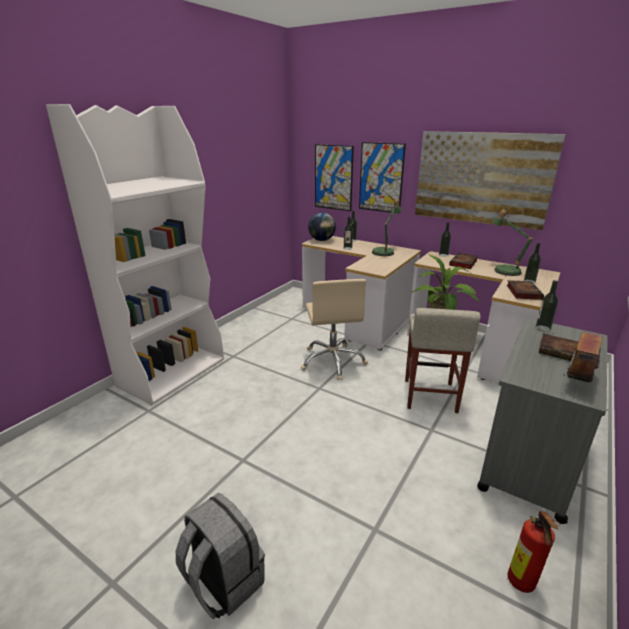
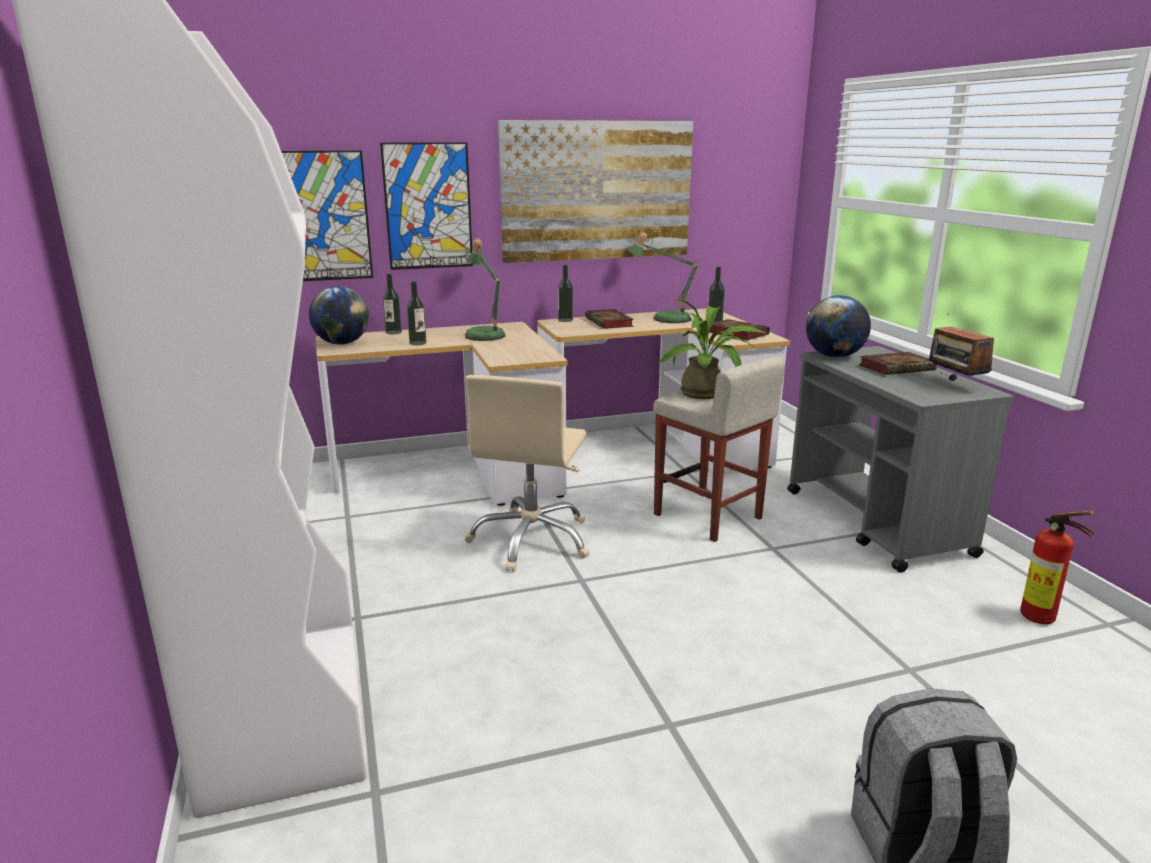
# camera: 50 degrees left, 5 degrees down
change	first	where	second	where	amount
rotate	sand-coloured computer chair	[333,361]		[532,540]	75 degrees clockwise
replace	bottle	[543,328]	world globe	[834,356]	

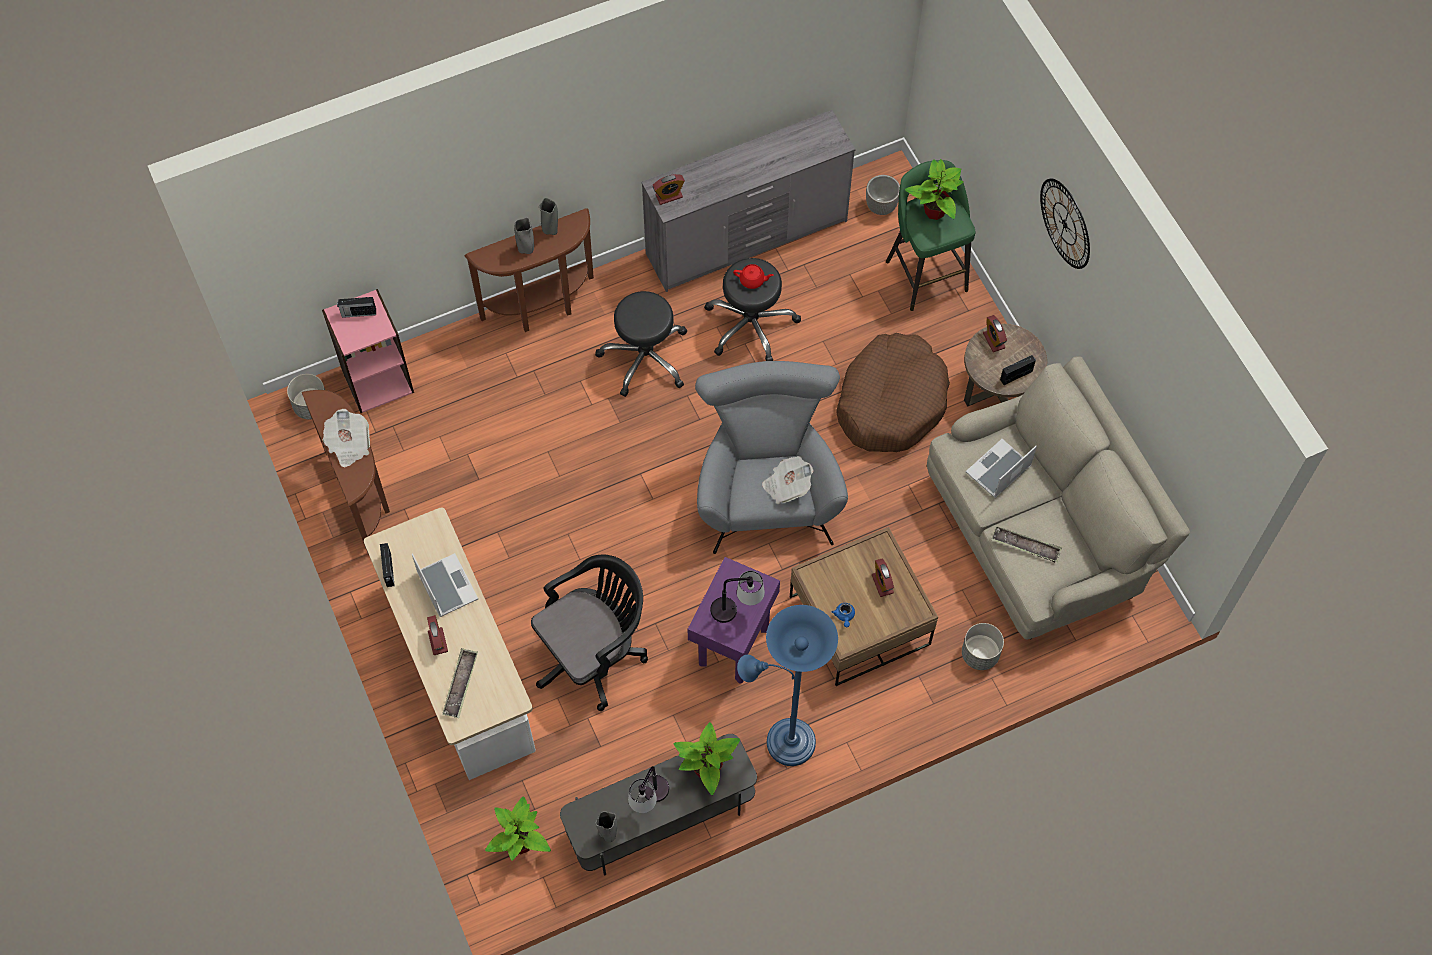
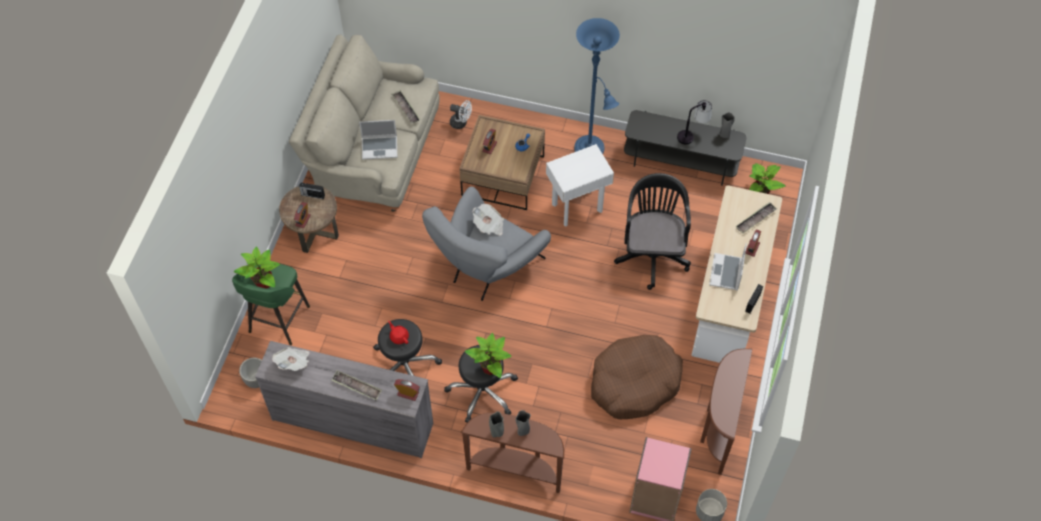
# camera: 140 degrees left, 5 degrees down
change	first	where	second	where	amount
delete	hanging clock	[1065,223]			
delete	radio	[358,313]			
move	brown pet bed	[891,401]		[634,382]	
move	printed paper	[348,444]		[294,363]	
rotate	black-coloured computer chair	[594,653]		[652,253]	90 degrees clockwise
recolor	purple side table	[732,646]	white-coloured side table	[577,208]	
delete	lamp for a table	[736,609]			
replace	grey planter	[980,654]	white-coloured cooling fan	[461,123]	
move	houseplant	[706,770]		[490,368]	
insert			carrying tray	[357,387]	

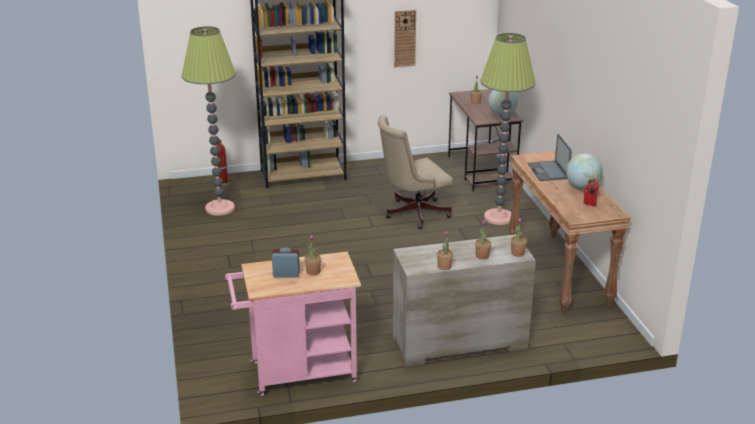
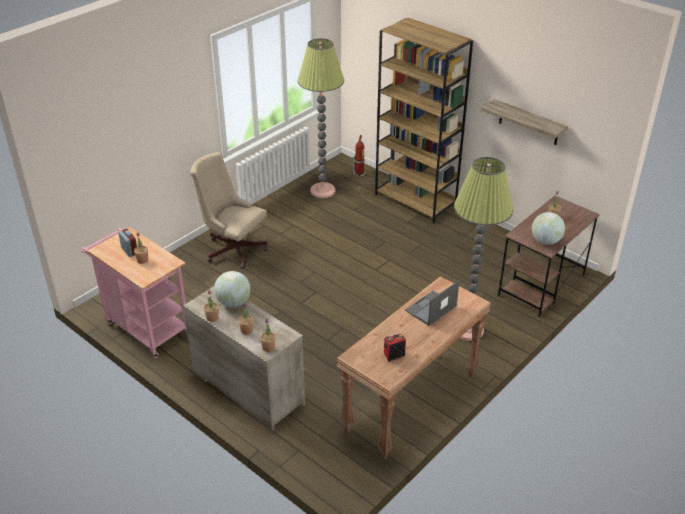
# camera: 55 degrees right, 10 degrees up
change	first	where	second	where	amount
replace	hanging clock	[404,38]	wall shelf	[528,123]	
move	sand-coloured computer chair	[412,213]		[232,248]	
move	world globe	[582,187]		[233,302]	

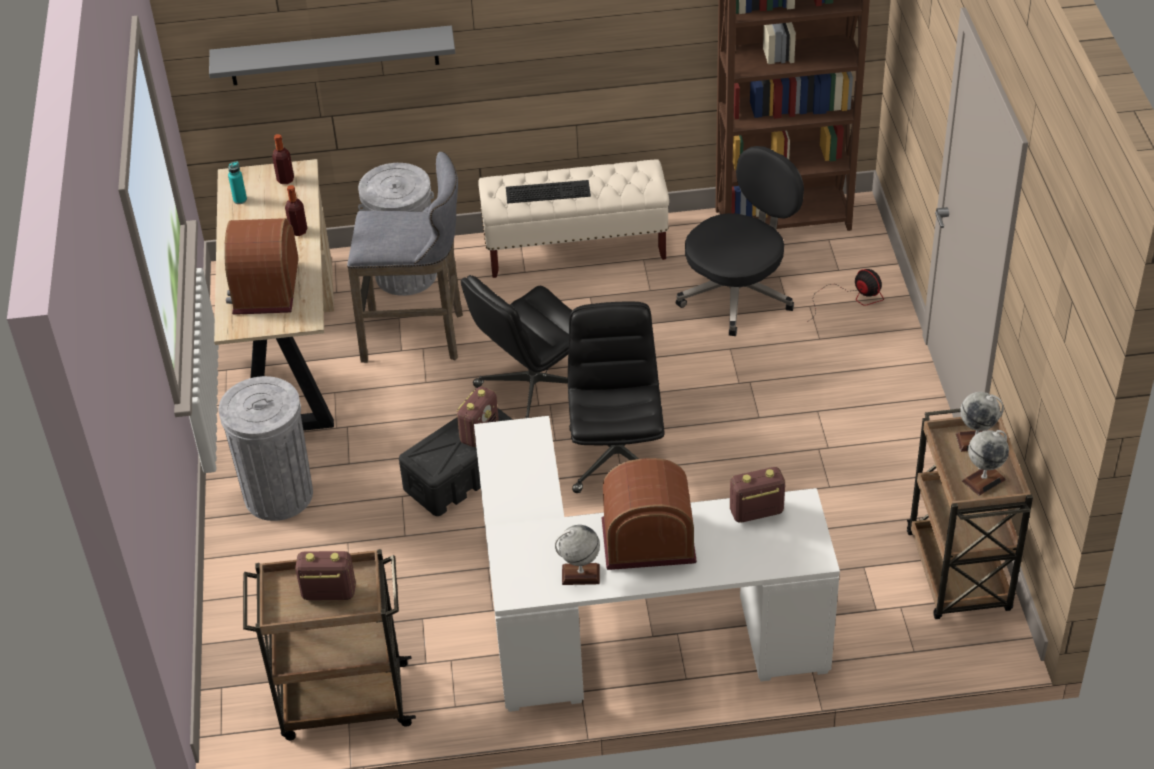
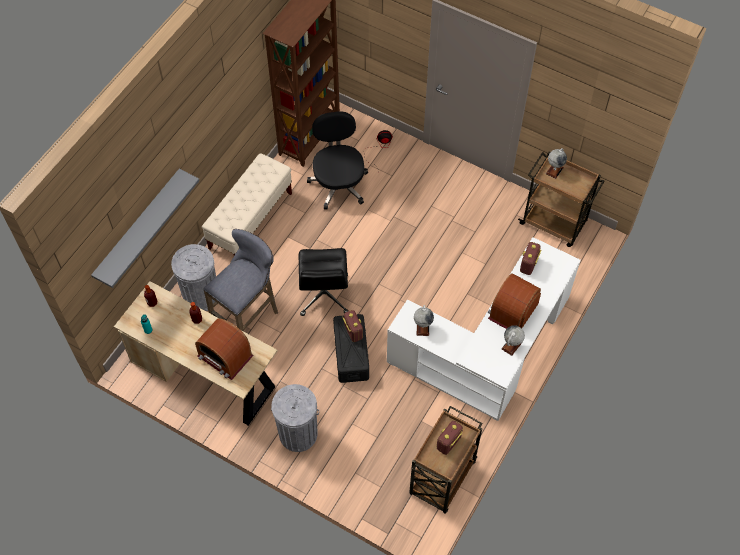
# camera: 55 degrees left, 15 degrees up
change	first	where	second	where	amount
delete	keyboard	[548,191]			
delete	black-coloured computer chair	[616,457]			
move	world globe	[983,480]		[422,327]	

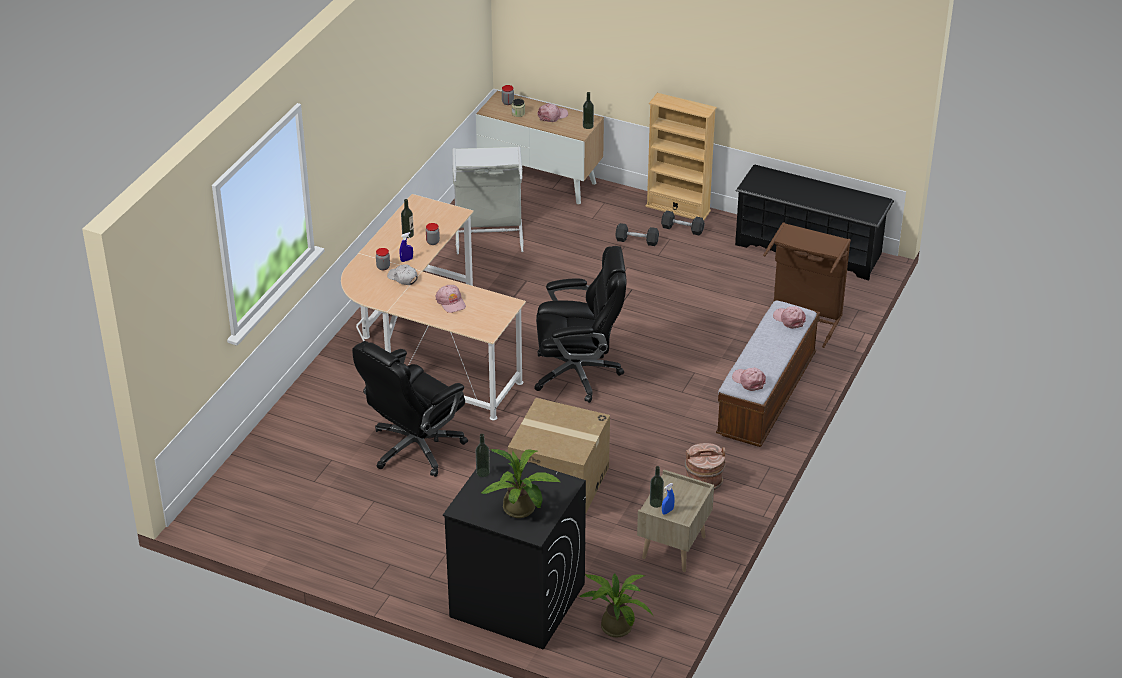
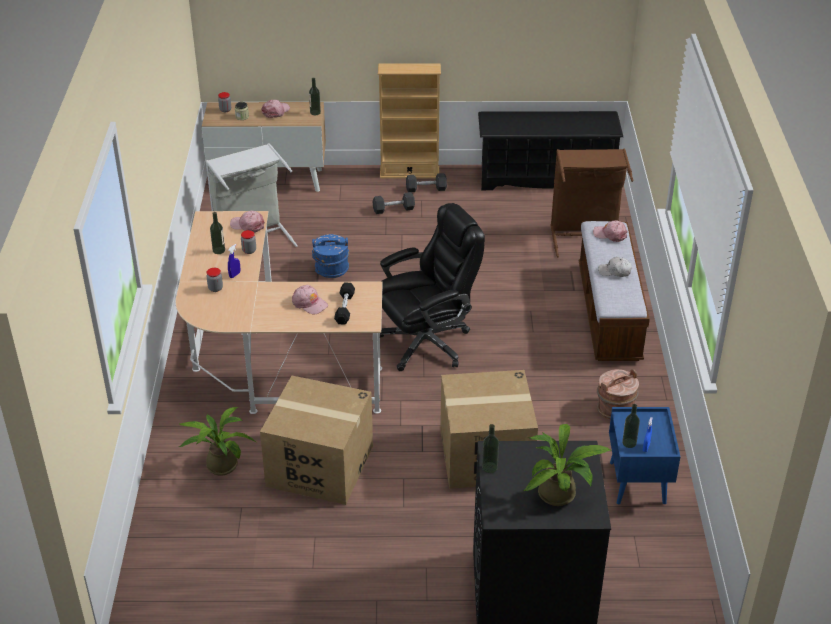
# camera: 25 degrees left, 0 degrees up
change	first	where	second	where	amount
move	white-coloured baseball cap	[403,278]		[614,271]	
replace	black-coloured computer chair	[414,448]	carton	[319,466]	
move	pink baseball cap	[749,381]		[247,225]	
recolor	sand-coloured bedside table	[674,548]	bluish bedside table	[638,483]	
move	houseplant	[614,624]		[219,464]	
insert			bluish pail	[331,269]	
insert			black-coloured dumbbell	[345,308]	

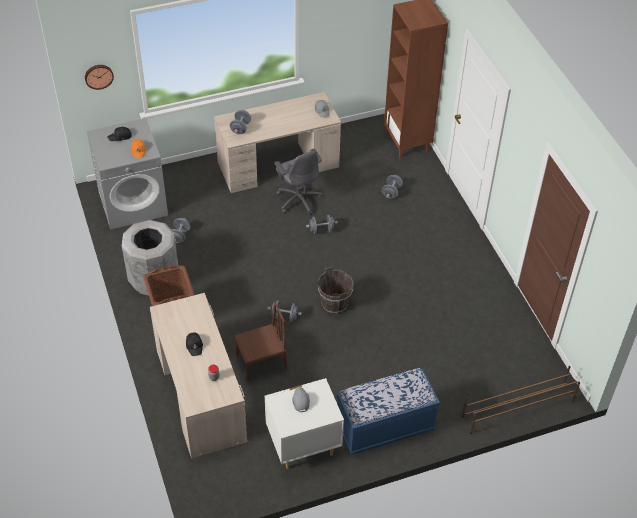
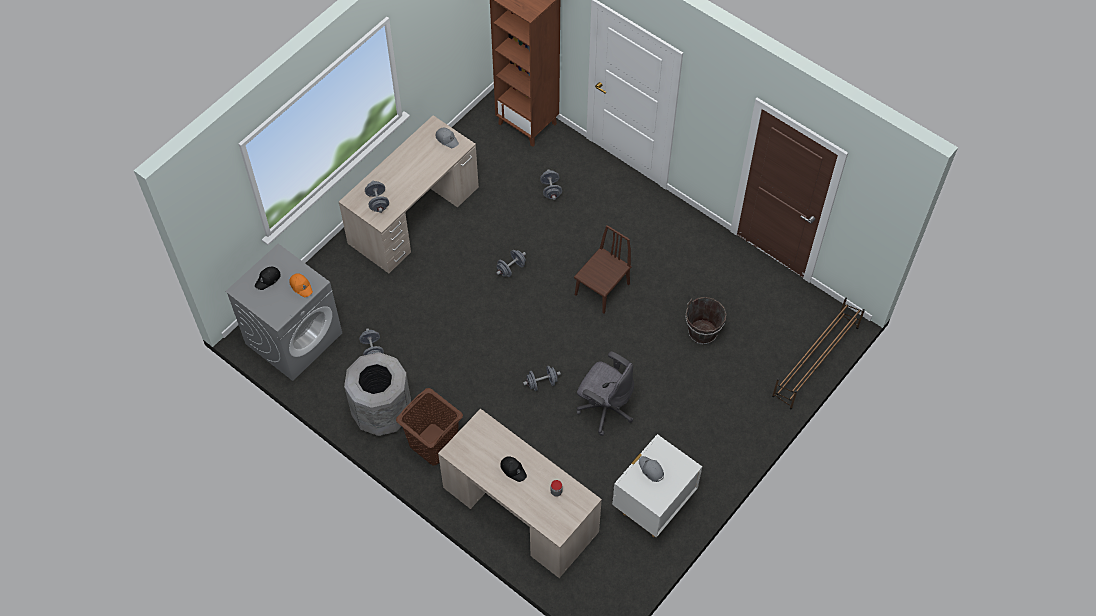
# camera: 30 degrees left, 10 degrees up
change	first	where	second	where	amount
delete	hanging clock	[98,76]			
move	grey computer chair	[298,199]		[605,408]	
move	brown pail	[334,304]		[702,332]	
move	brown plain chair	[261,362]		[602,289]	
delete	bluish long seat	[385,427]			

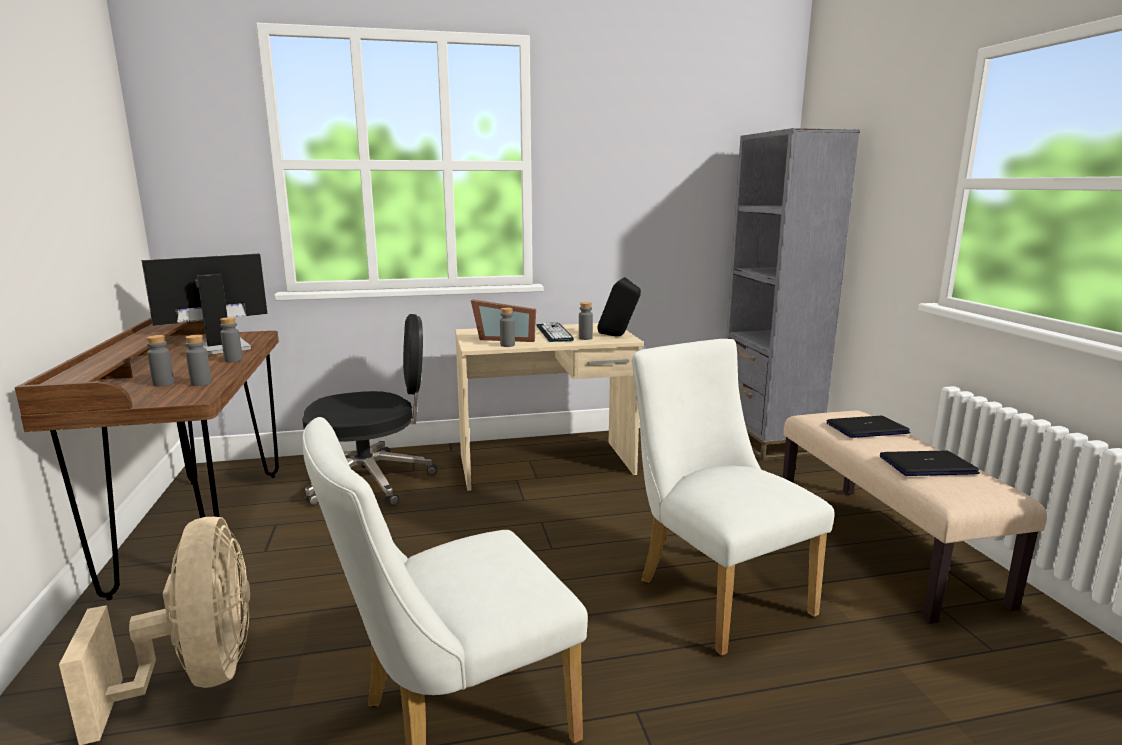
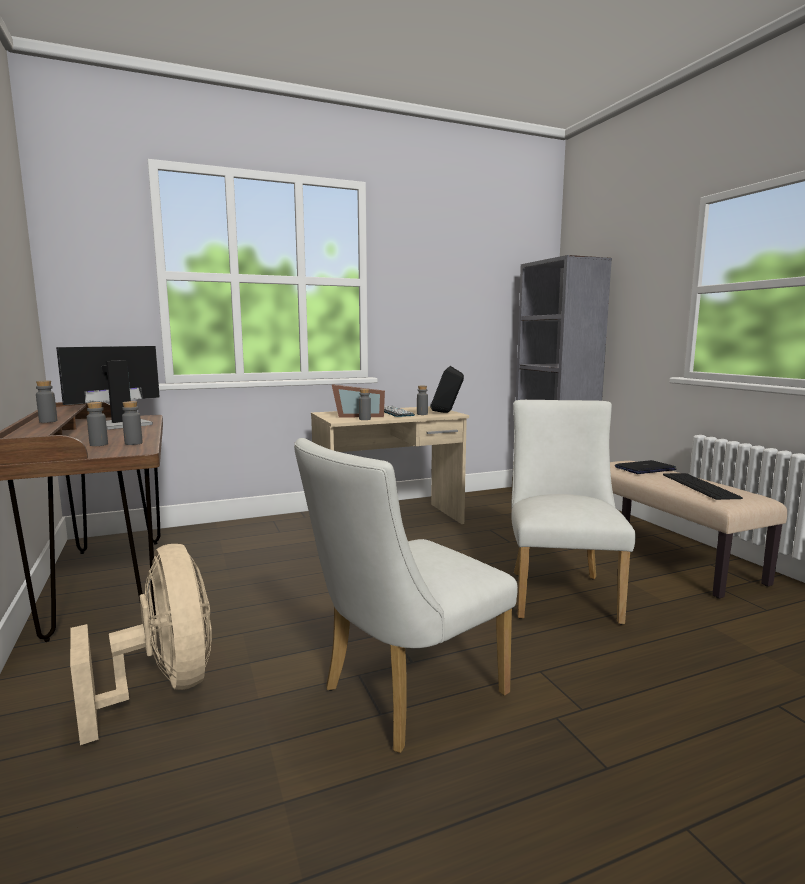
# camera: 10 degrees left, 5 degrees down
change	first	where	second	where	amount
delete	black-coloured computer chair	[372,480]			
move	grey bottle	[233,360]		[48,421]	
rotate	white-coloured plain chair	[715,591]		[560,592]	45 degrees clockwise
replace	notebook computer	[927,465]	keyboard	[699,486]	

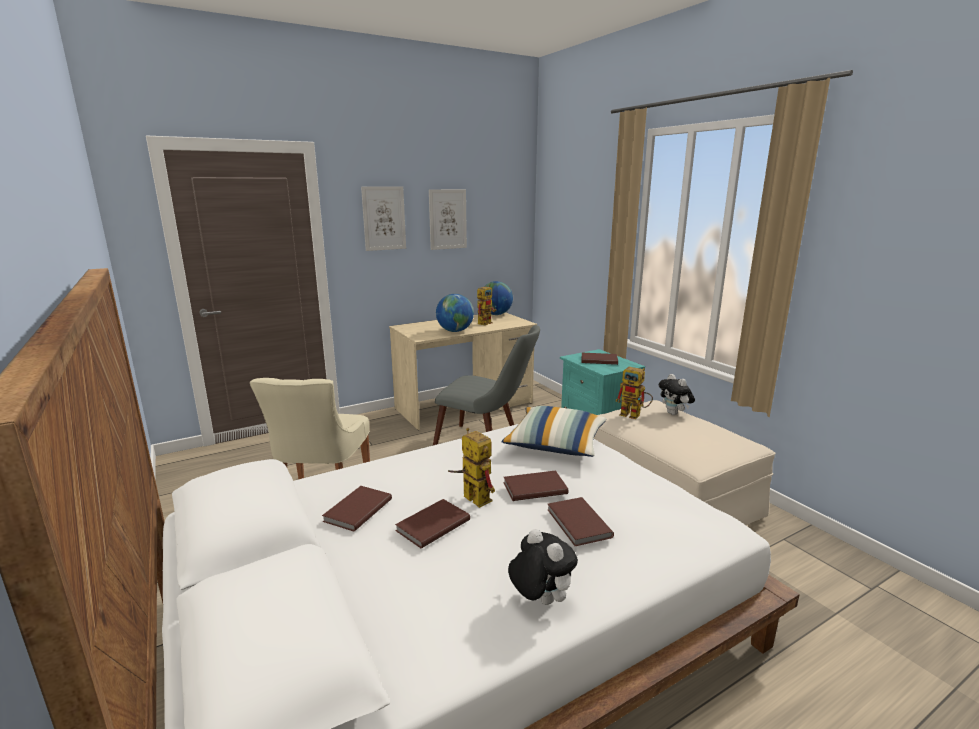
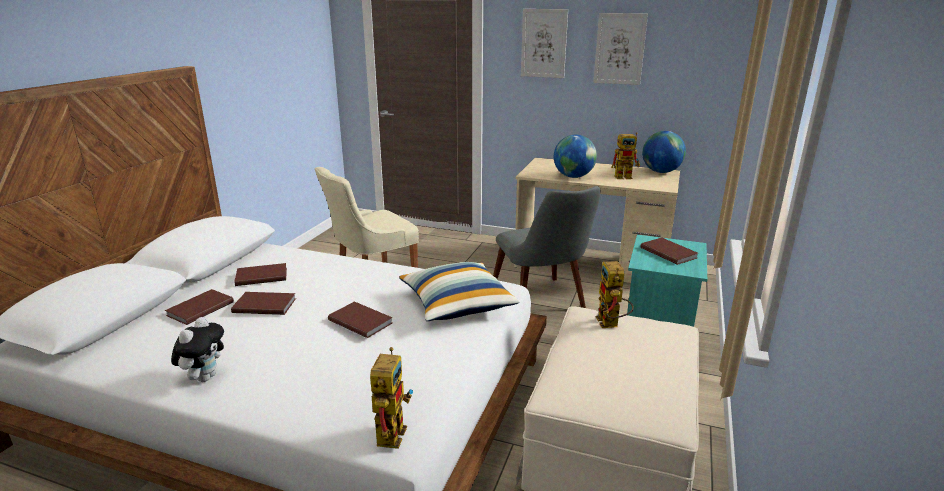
# camera: 50 degrees right, 5 degrees up
change	first	where	second	where	amount
delete	plush toy	[674,414]			
move	model robot	[471,497]		[390,430]	
move	brown book	[577,524]		[199,309]	

